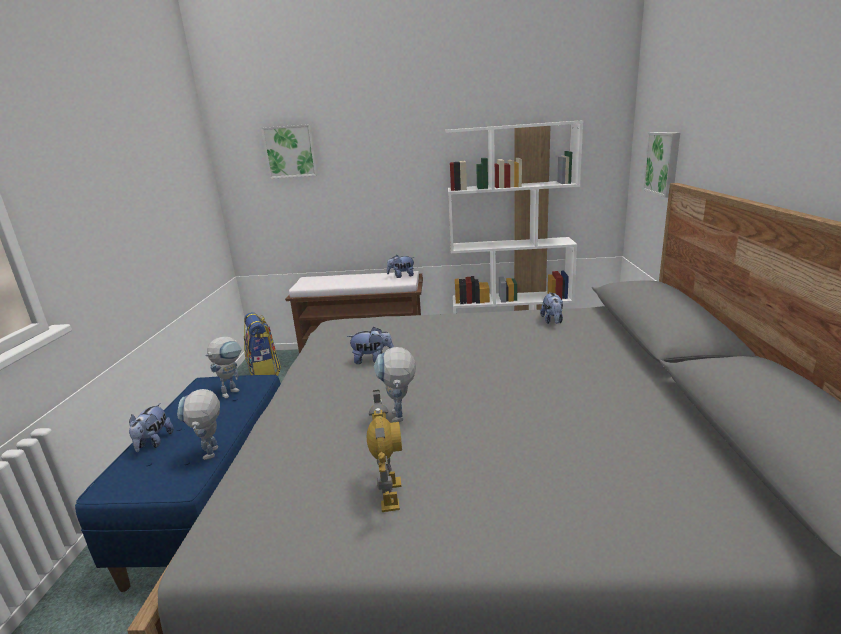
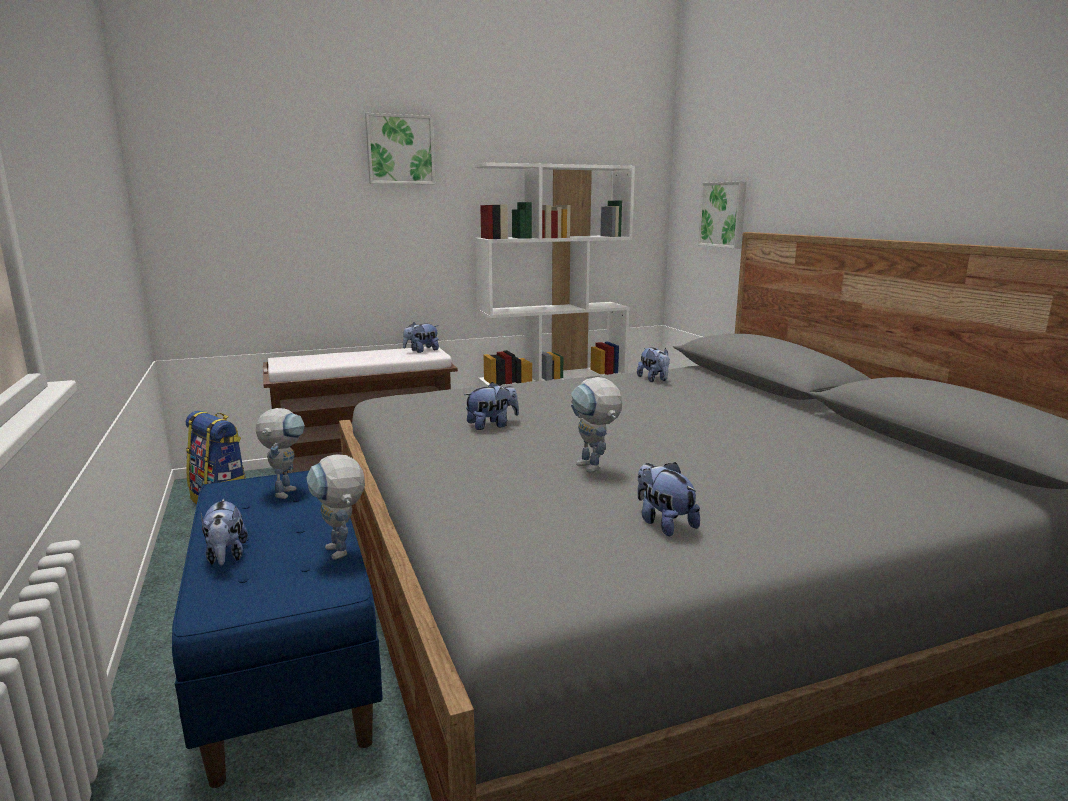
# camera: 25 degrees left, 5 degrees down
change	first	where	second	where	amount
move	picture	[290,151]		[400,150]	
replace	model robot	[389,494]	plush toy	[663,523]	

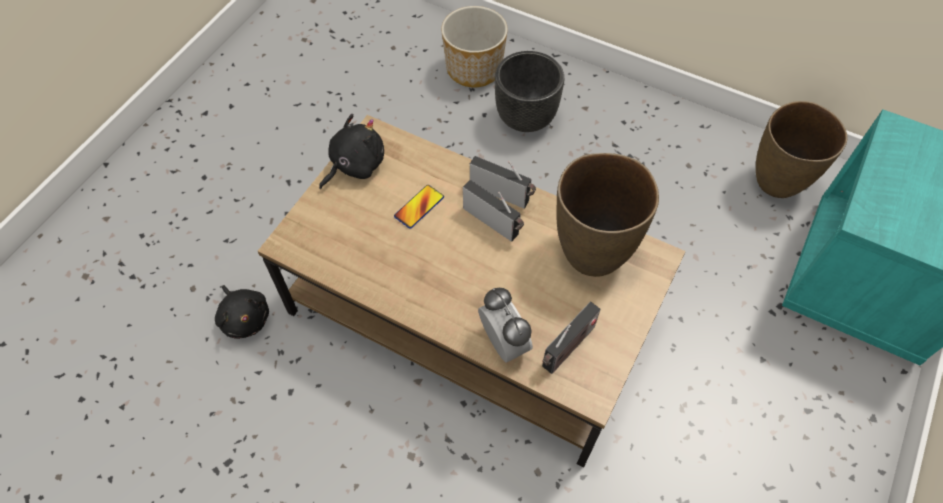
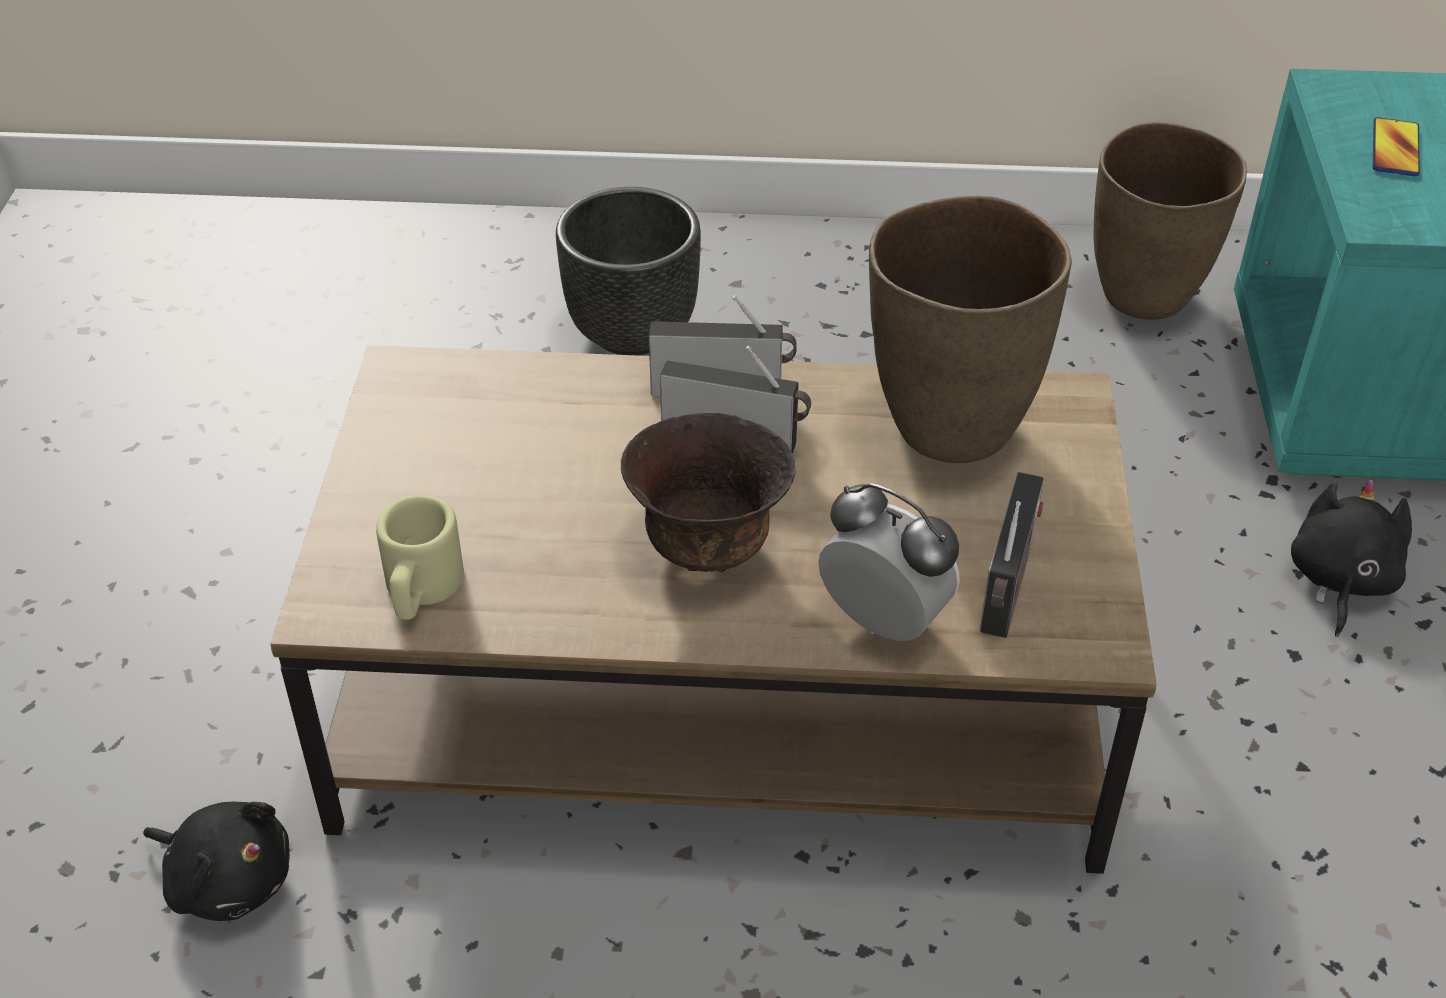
# camera: 25 degrees left, 15 degrees down
change	first	where	second	where	amount
delete	planter	[474,69]			
move	black-coloured plush toy	[355,165]		[1340,581]	
move	handset	[419,207]		[1395,149]	
insert			brown serving bowl	[706,547]	
insert			sand-coloured tea mug	[420,589]	

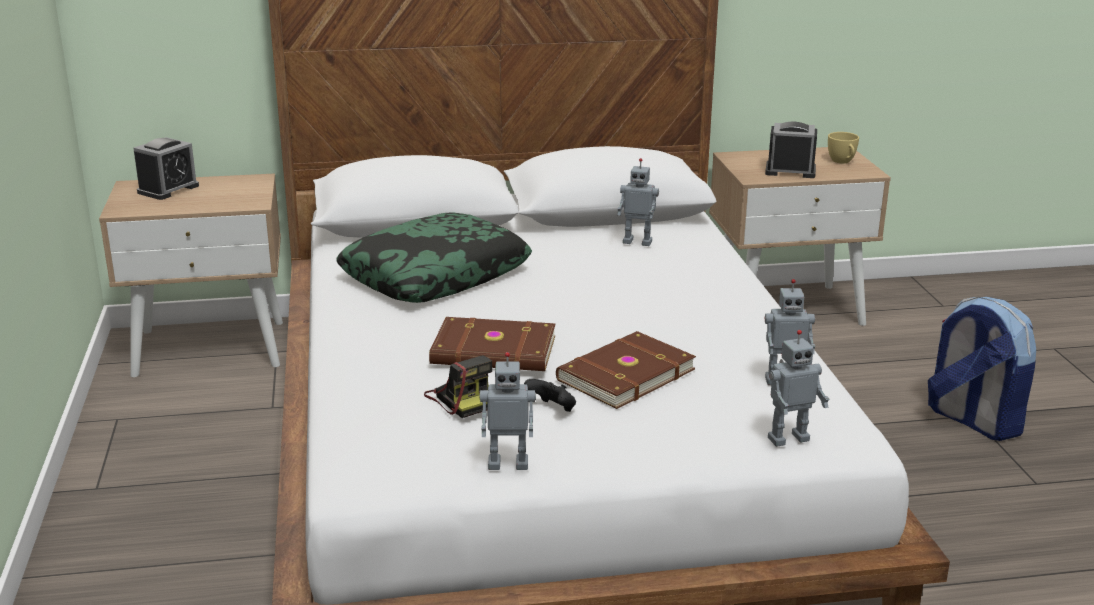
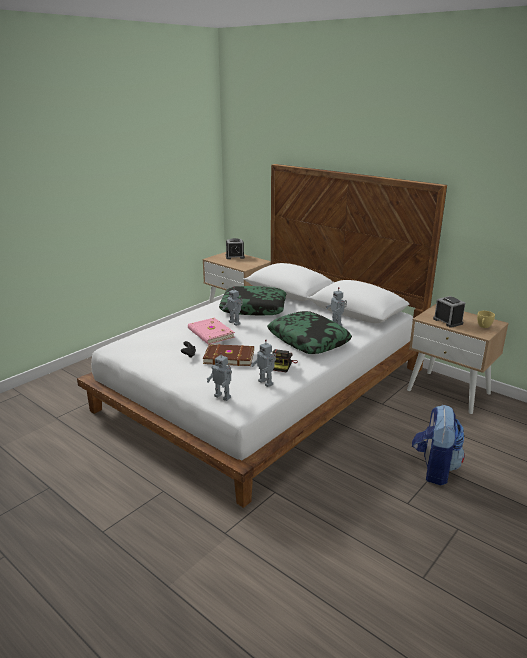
# camera: 50 degrees right, 0 degrees up
change	first	where	second	where	amount
recolor	brown book	[494,352]	pink book	[210,333]	
move	model robot	[508,464]		[235,323]	
move	still camera	[461,399]		[283,365]	
insert			cushion	[308,340]	

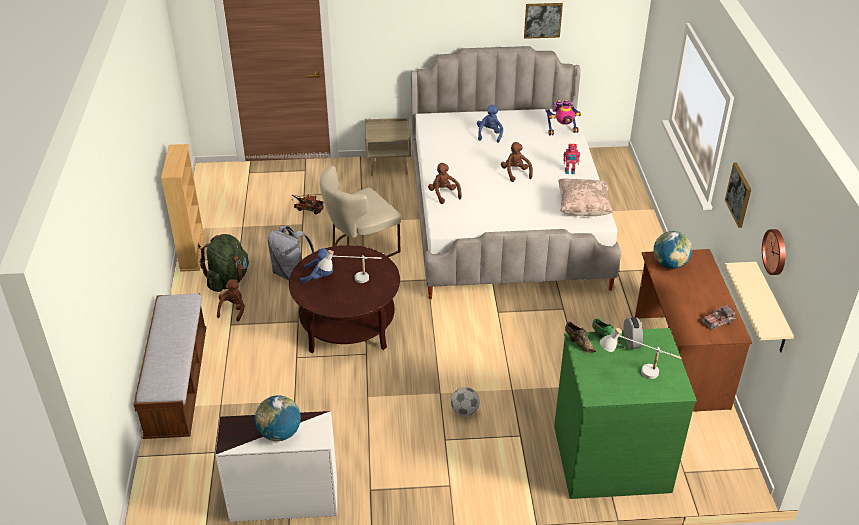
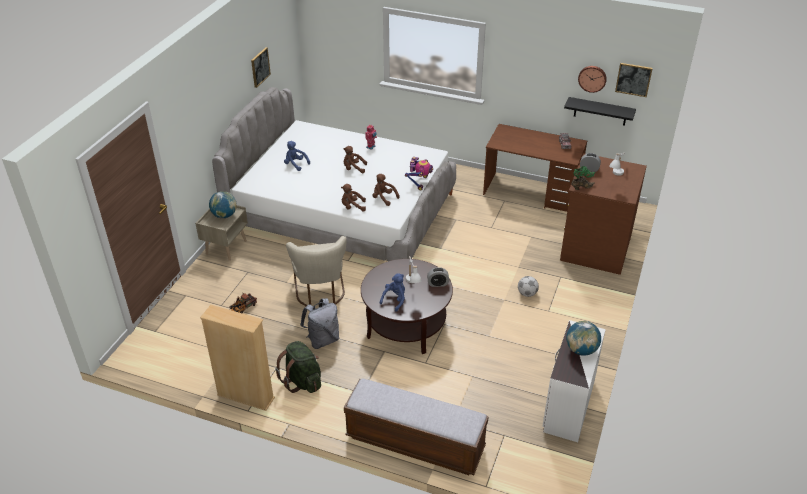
# camera: 65 degrees left, 0 degrees up
change	first	where	second	where	amount
move	model robot	[562,131]		[419,182]	
move	picture	[739,194]		[633,79]	
delete	sand-coloured cushion	[583,208]			
move	world globe	[669,264]		[224,215]	
recolor	sand-coloured wall shelf	[770,309]	black-coloured wall shelf	[600,111]	
move	brown plush toy	[233,310]		[383,198]	
recolor	green drawer chest	[611,457]	brown drawer chest	[594,247]	
insert			alarm clock	[437,284]	

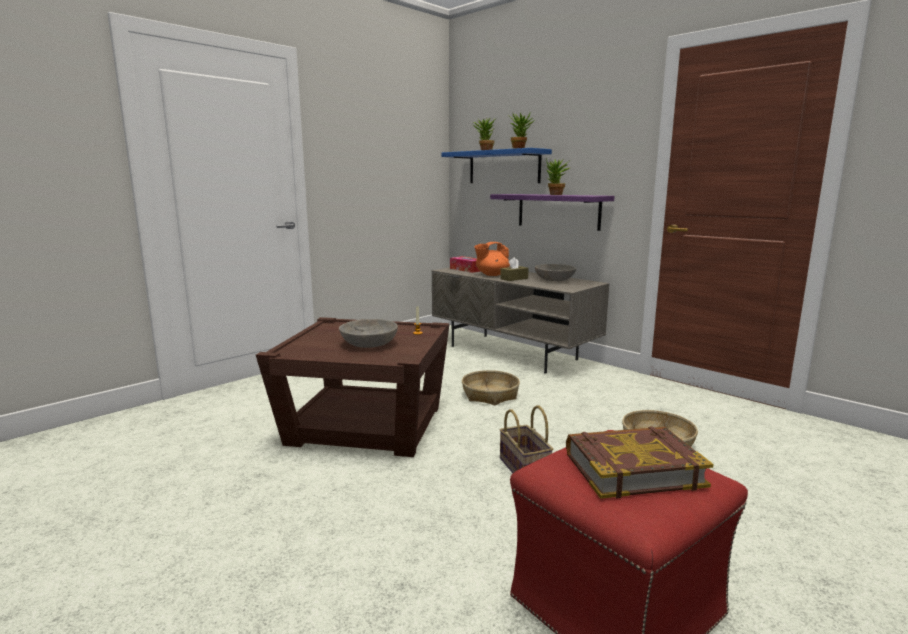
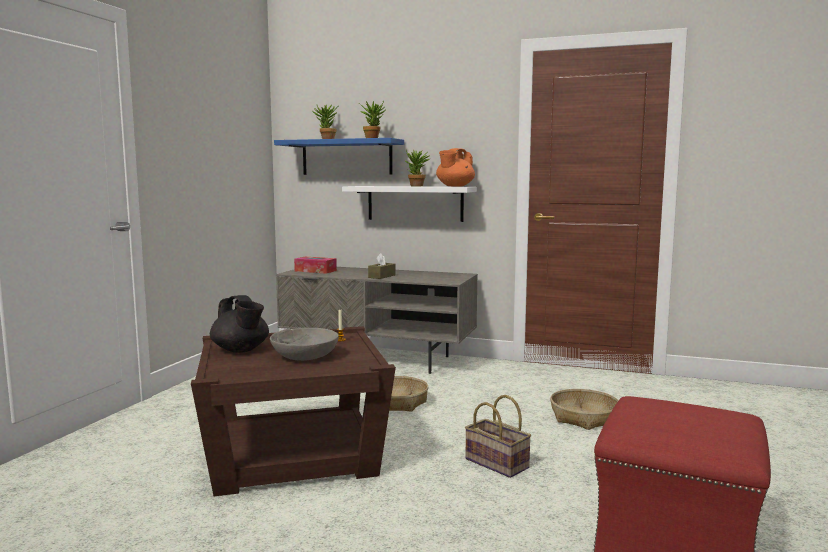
# camera: 25 degrees left, 5 degrees down
change	first	where	second	where	amount
recolor	purple wall shelf	[558,211]	white-coloured wall shelf	[415,203]	
move	orange-coloured teapot	[491,275]		[454,186]	
delete	grey serving bowl	[554,280]			
delete	book	[632,469]			
insert			black-coloured teapot	[241,350]	

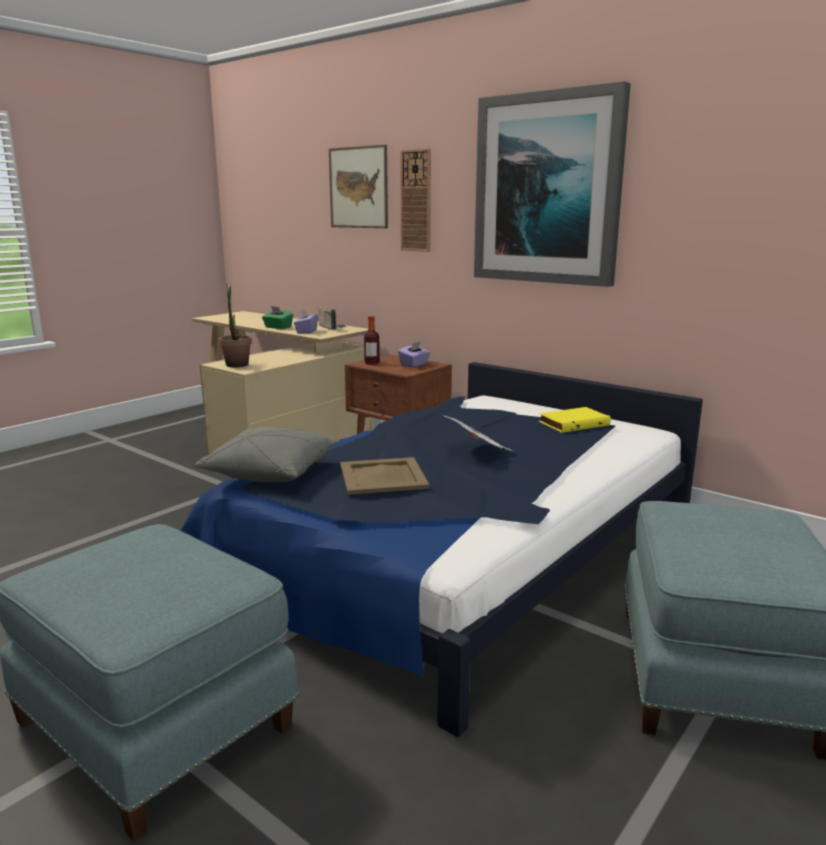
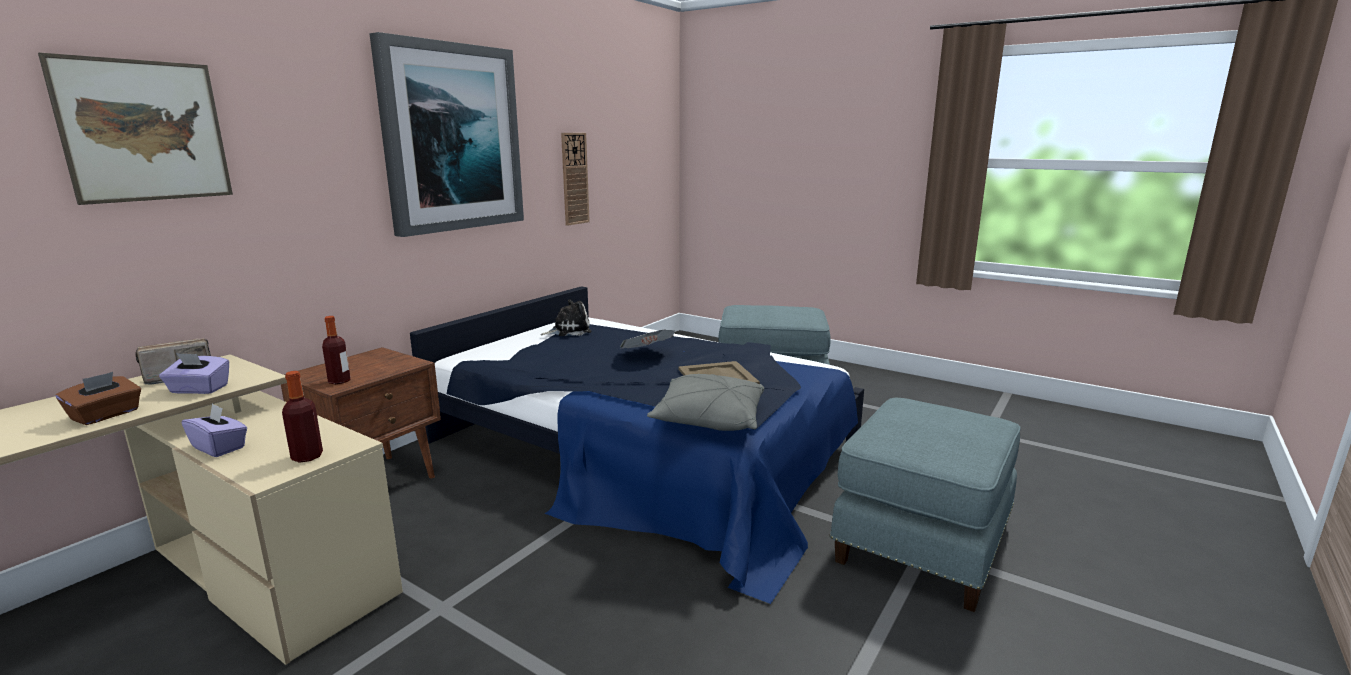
# camera: 95 degrees left, 0 degrees up
change	first	where	second	where	amount
move	hanging clock	[416,201]		[574,179]	
replace	houseplant	[237,366]	bottle	[307,457]	
recolor	green box of tissues	[278,327]	brown box of tissues	[106,415]	
move	purple box of tissues	[414,365]		[219,447]	
replace	yellow-coloured book	[573,423]	plush toy	[569,331]	

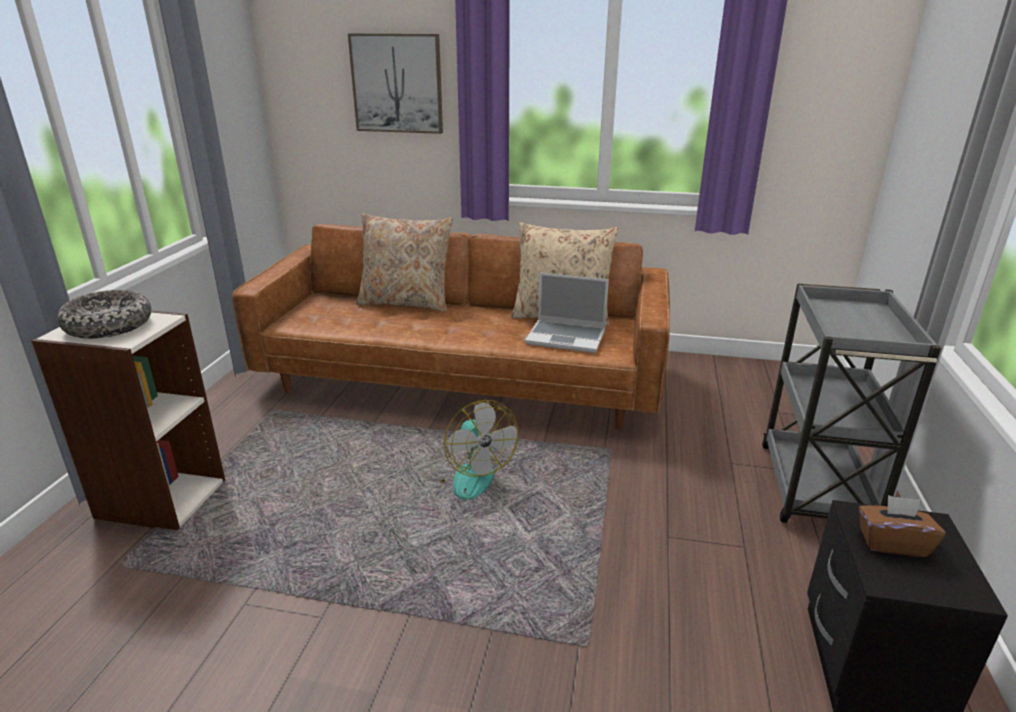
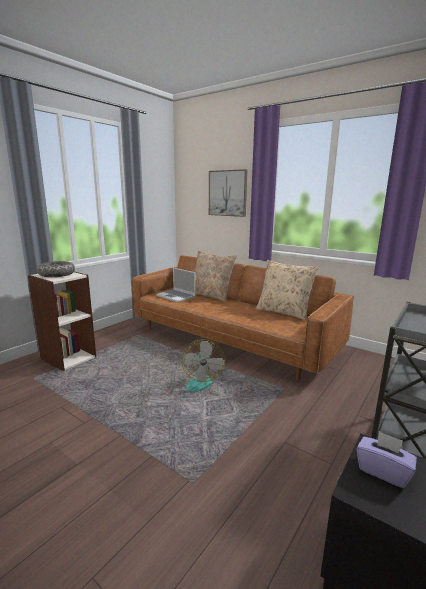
# camera: 25 degrees right, 10 degrees down
change	first	where	second	where	amount
move	notebook computer	[567,337]		[176,296]	
recolor	brown box of tissues	[892,543]	purple box of tissues	[383,471]	

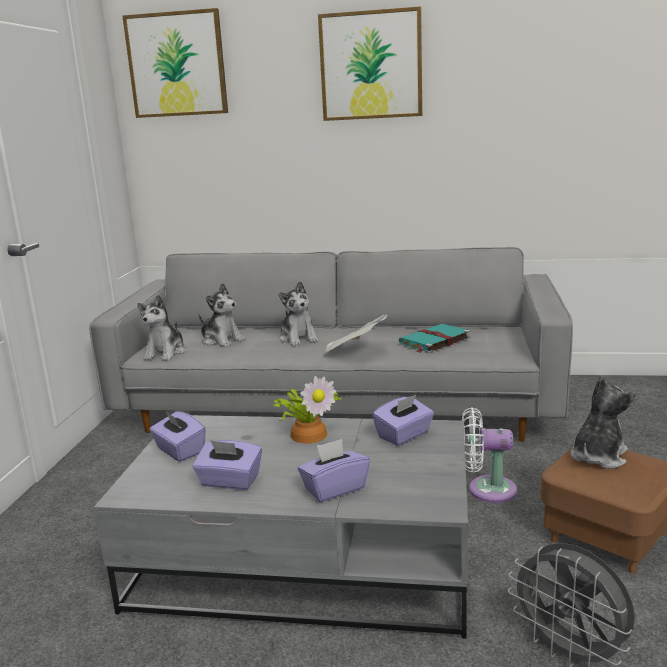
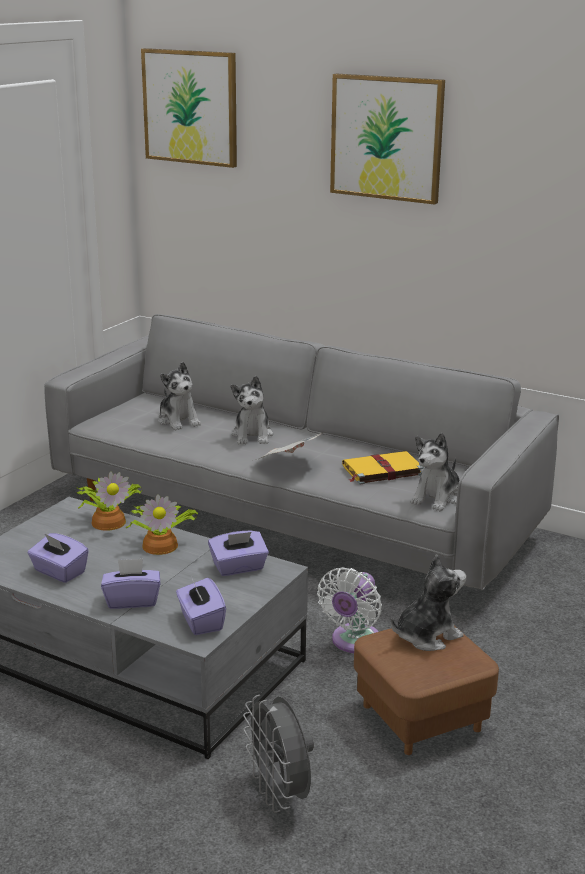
# camera: 20 degrees right, 5 degrees up
change	first	where	second	where	amount
move	plush toy	[166,353]		[437,498]	
recolor	turquoise-coloured book	[434,341]	yellow-coloured book	[381,470]	
rotate	white-coloured cooling fan	[486,489]		[354,642]	90 degrees counterclockwise
move	purple box of tissues	[179,451]		[200,621]	
insert			houseplant	[109,521]	

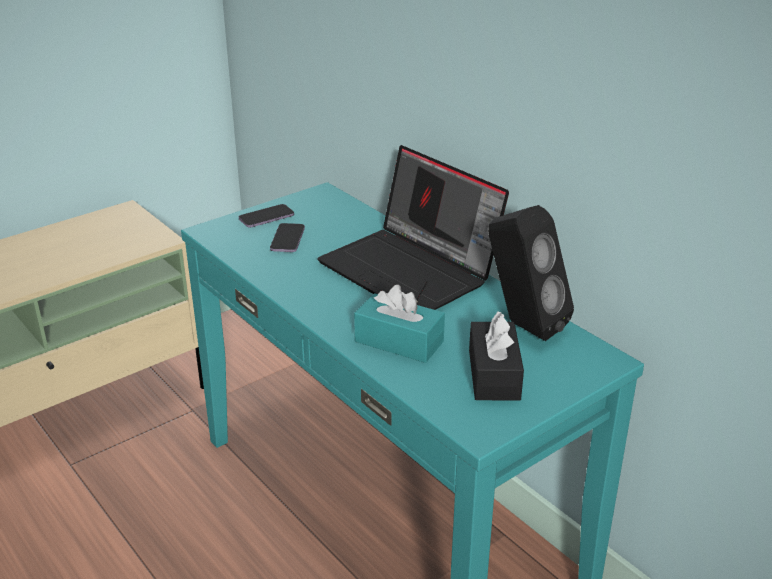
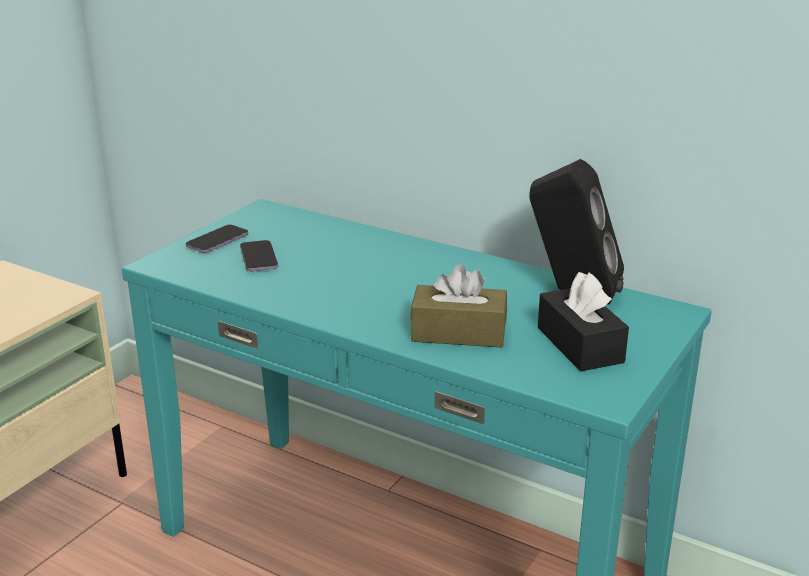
# camera: 20 degrees left, 5 degrees down
change	first	where	second	where	amount
delete	notebook computer	[412,270]			
recolor	turquoise-coloured box of tissues	[399,341]	brown box of tissues	[458,333]	

